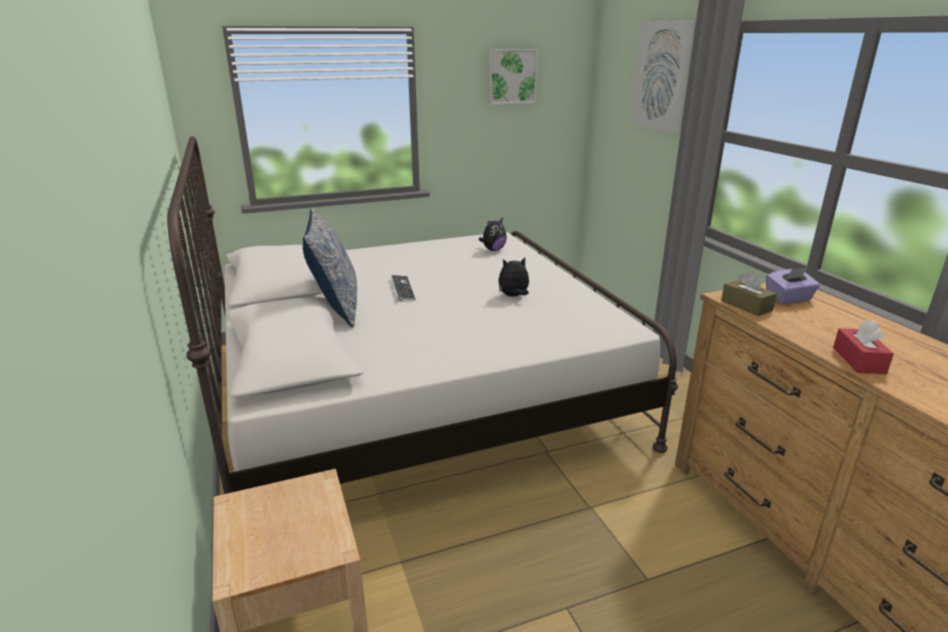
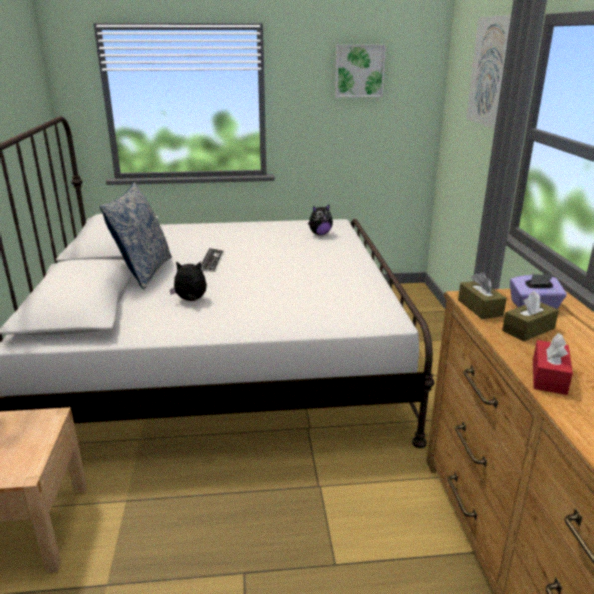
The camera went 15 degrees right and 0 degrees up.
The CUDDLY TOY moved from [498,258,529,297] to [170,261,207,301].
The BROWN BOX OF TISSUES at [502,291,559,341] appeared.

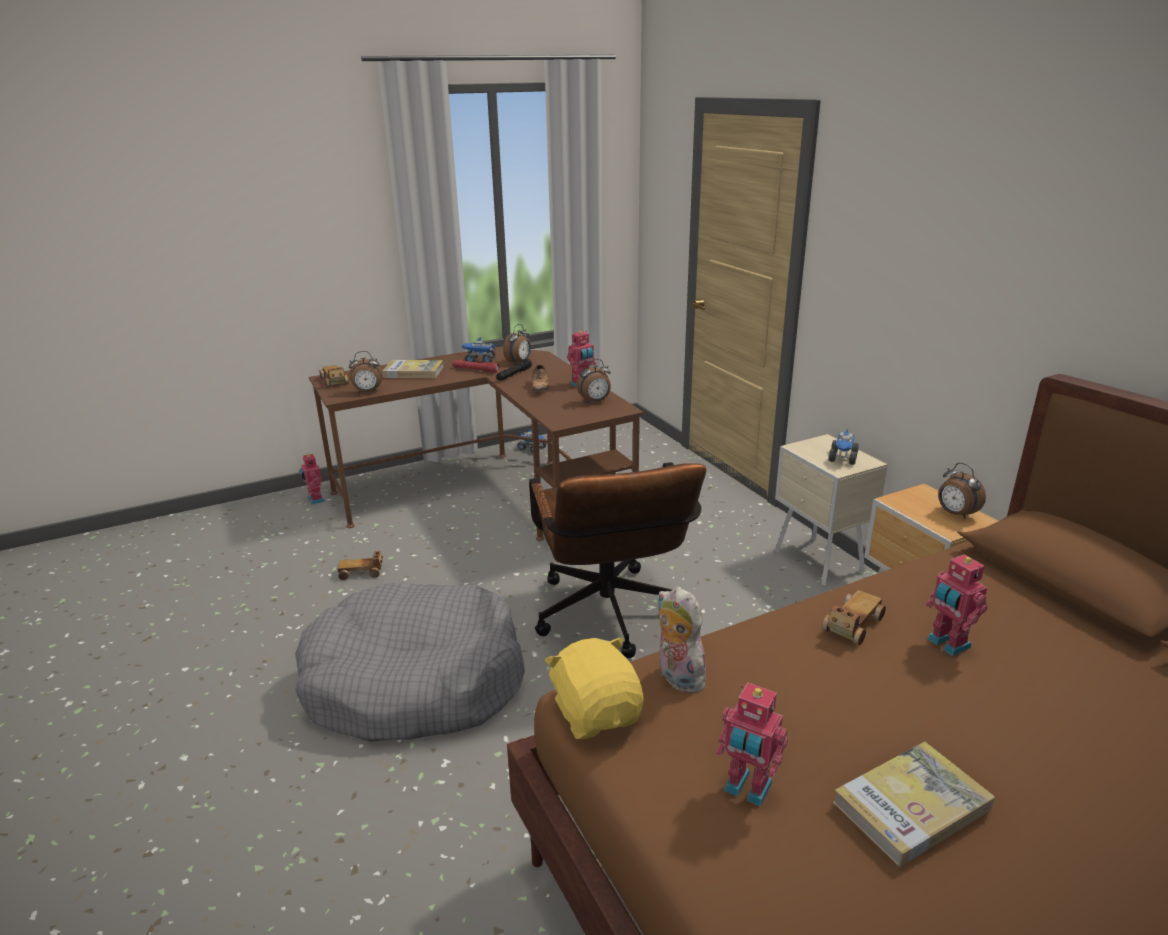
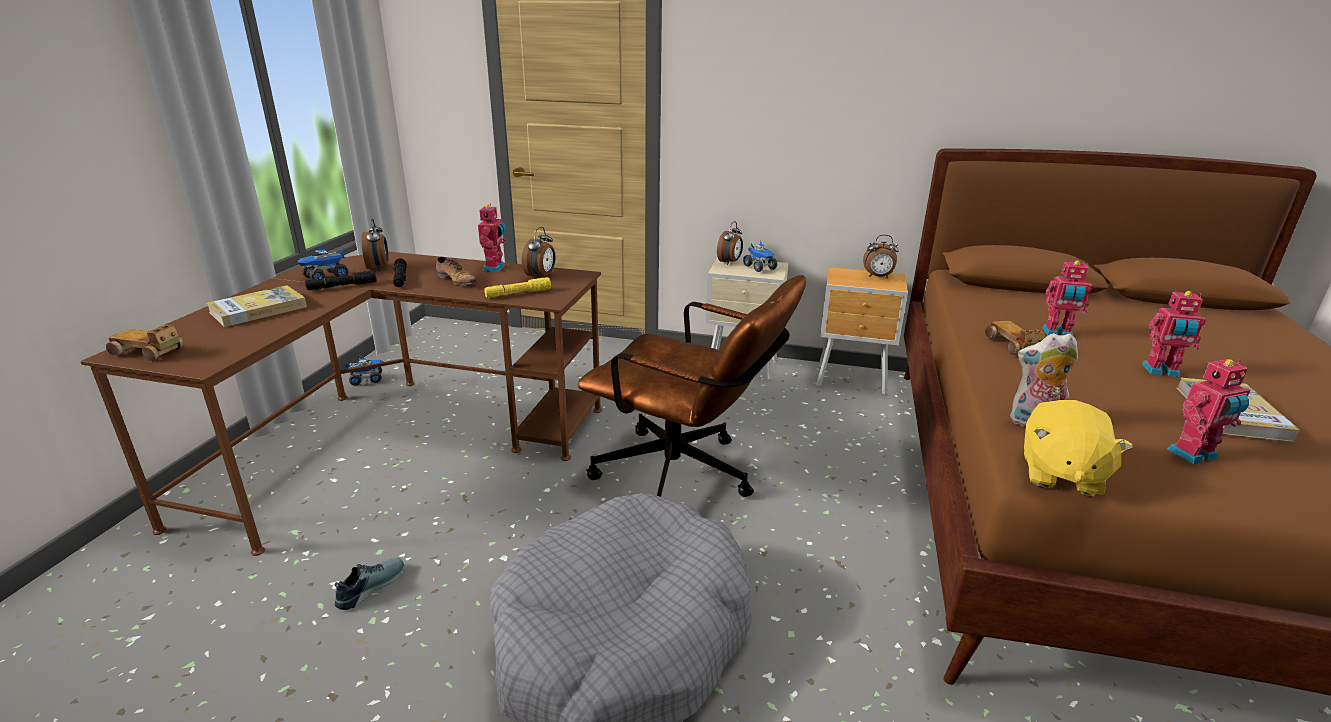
The camera went 50 degrees left and 0 degrees up.
The ALARM CLOCK moved from [349,351,383,393] to [717,221,743,265].
The RED-COLOURED HAND TORCH at [453,360,500,373] became the BLACKISH HAND TORCH at [305,270,377,290].
The ROBOT FIGURE moved from [299,453,325,505] to [1142,291,1206,377].
The MINIATURE CAR at [337,551,383,580] was replaced by the ITEM OF FOOTWEAR at [334,558,404,610].
The YELLOW CUDDLY TOY at [544,637,644,739] turned 90 degrees counterclockwise.
The YELLOW HAND TORCH at [484,277,551,297] appeared.

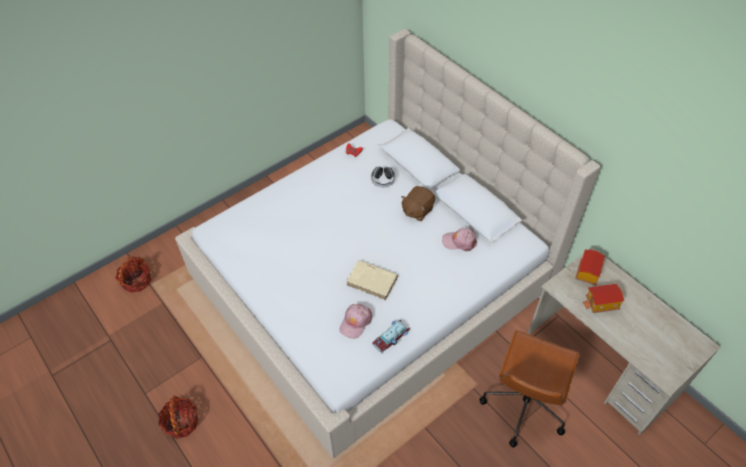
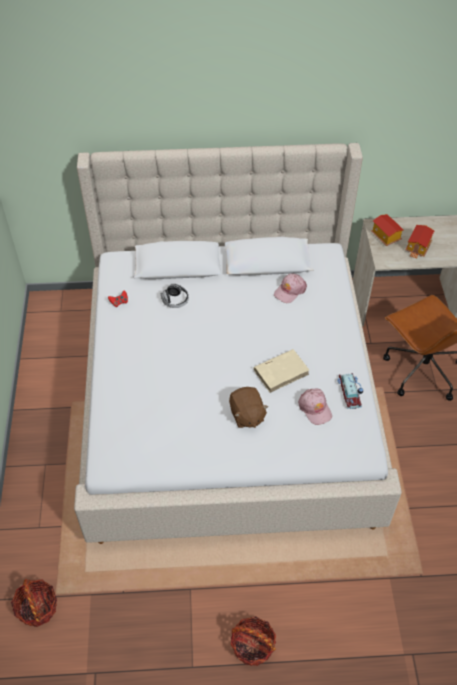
The camera went 55 degrees left and 0 degrees up.
The BROWN CUDDLY TOY moved from [401,186,435,221] to [229,387,268,428].

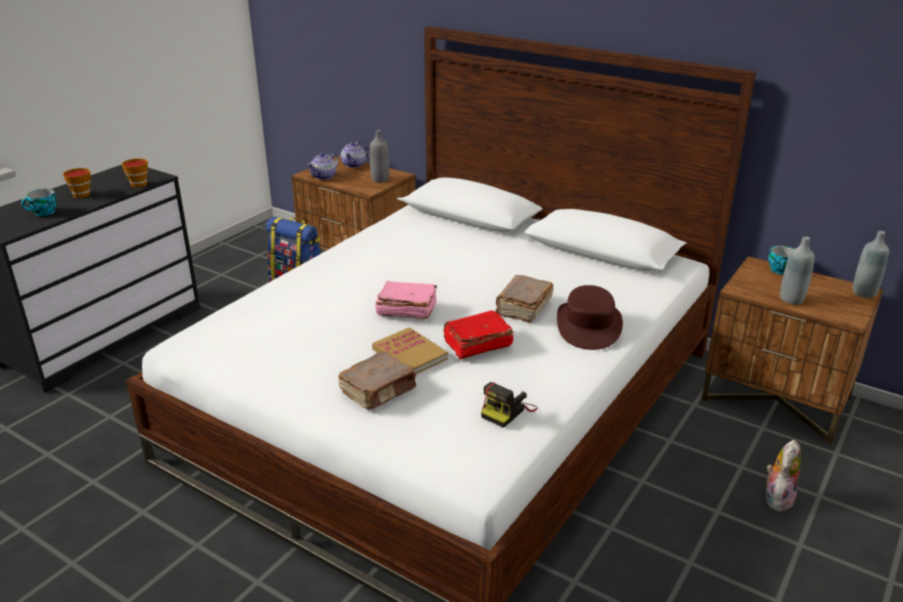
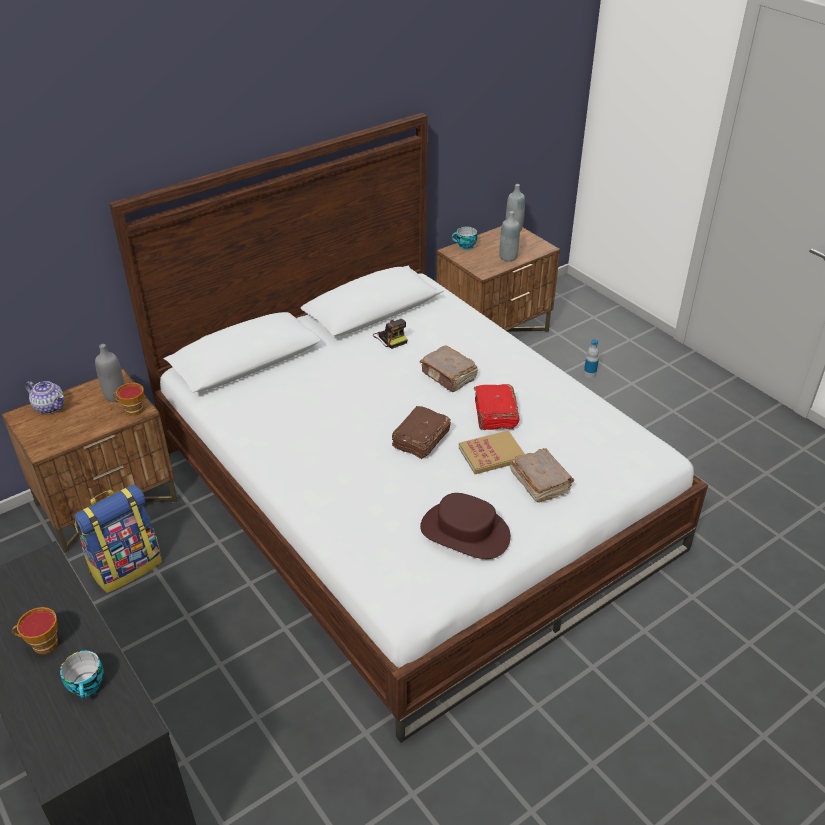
The camera went 70 degrees left and 10 degrees up.
The POT FOR TEA at [307,153,339,180] disappeared.
The DRINKING CUP moved from [122,158,148,188] to [113,383,144,416].
The PINK-COLOURED VOLUME at [375,281,437,319] became the BROWN VOLUME at [392,406,451,459].
The BROWN CLOTHING HAT moved from [557,285,623,350] to [420,493,511,559].
The STILL CAMERA moved from [481,382,537,428] to [373,319,407,349].
The CUDDLY TOY at [766,440,801,512] was replaced by the DRINK BOTTLE at [584,339,599,378].

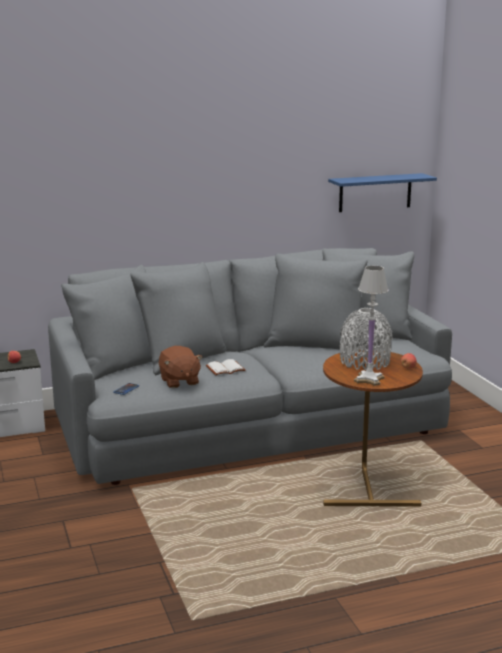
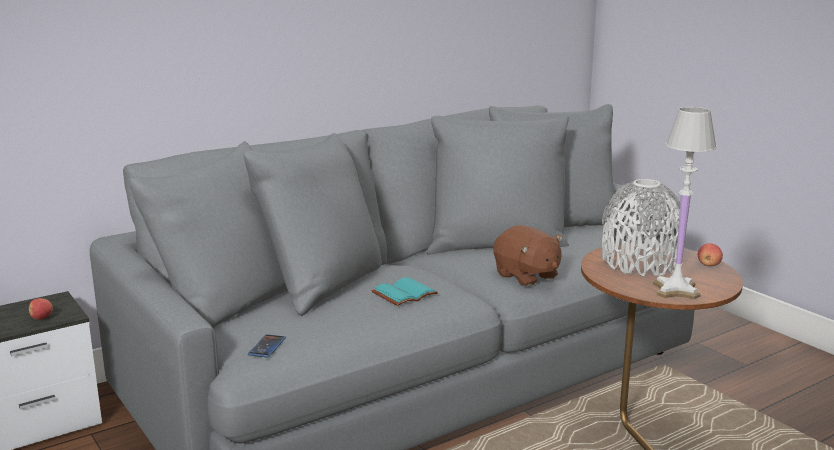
The camera went 15 degrees left and 0 degrees up.
The BLUE BRACKET SHELF at [328,173,437,212] disappeared.
The BROWN CUDDLY TOY moved from [159,346,202,388] to [493,225,563,286].
The WHITE-COLOURED VOLUME at [206,359,246,375] became the TURQUOISE-COLOURED VOLUME at [372,277,438,306].

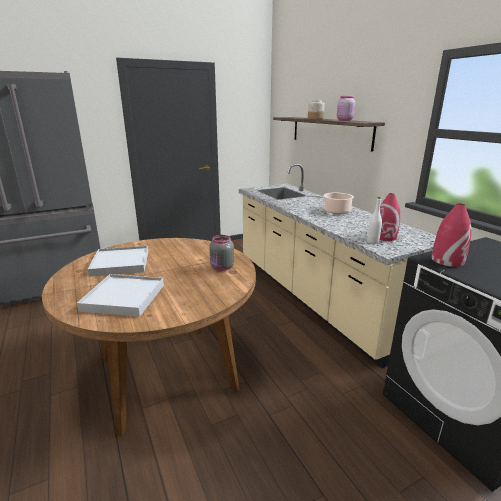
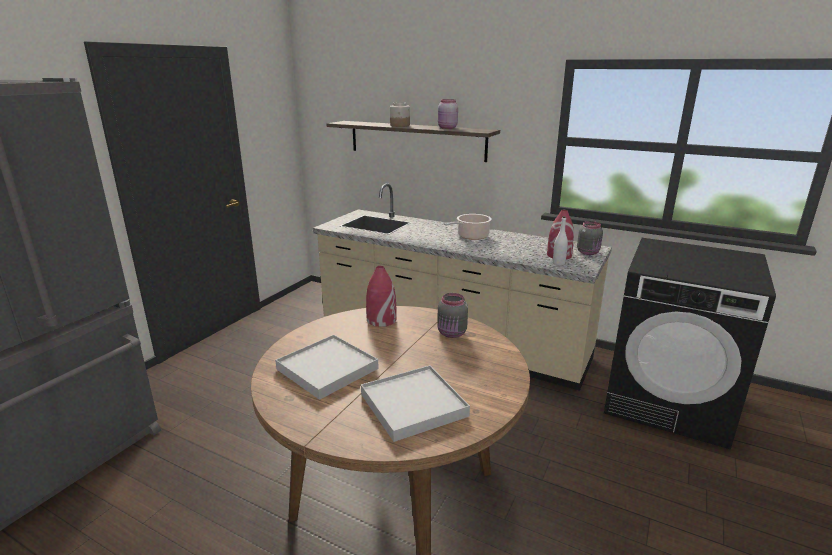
The camera went 35 degrees left and 0 degrees up.
The RED-COLOURED VASE moved from [431,203,472,267] to [366,266,397,327].
The GRAY PRESERVE JAR at [577,221,603,255] appeared.

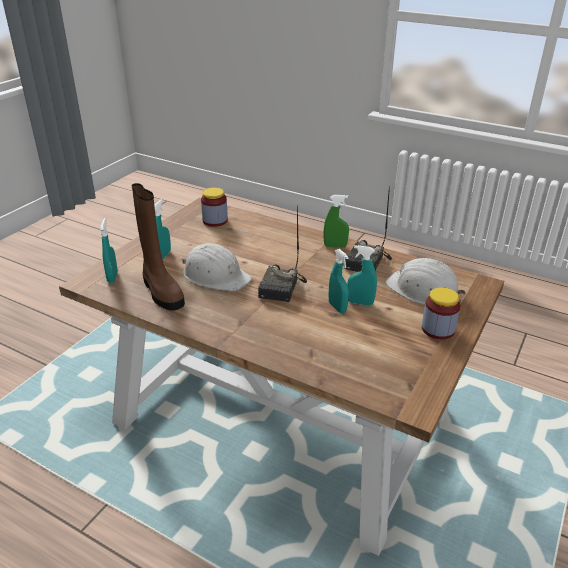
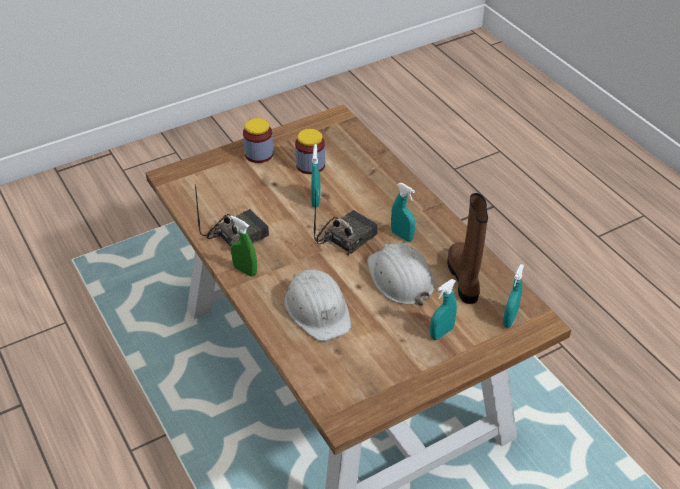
The camera went 150 degrees left and 10 degrees up.
The PRESERVE JAR moved from [201,187,228,227] to [295,129,325,174].
The TURQUOISE-COLOURED HAND SPRAYER moved from [347,245,377,306] to [391,183,415,241].
The WHITE-COLOURED SAFETY HELMET moved from [385,258,466,305] to [284,269,351,341].

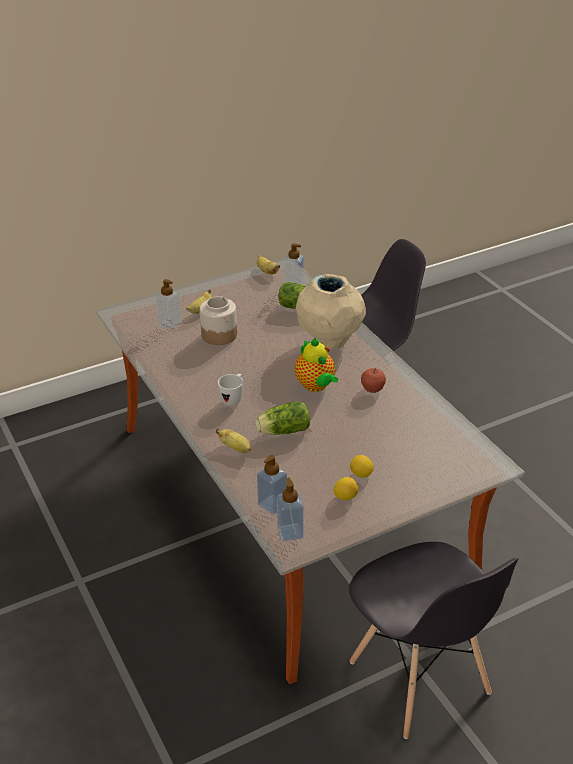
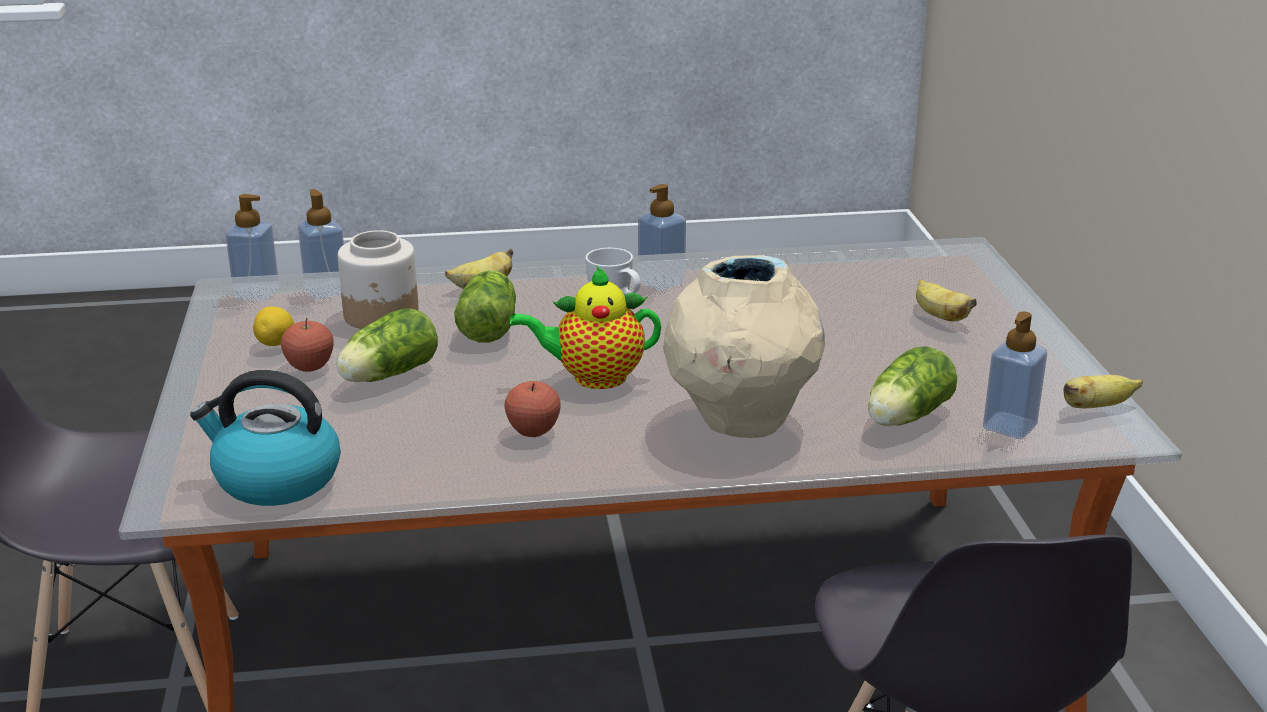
The camera went 110 degrees right and 10 degrees down.
The SOAP BOTTLE moved from [156,279,181,329] to [638,184,686,291].
The PRESERVE JAR moved from [200,296,237,345] to [338,230,419,329].
The WHOLE LEMON at [350,455,374,478] was replaced by the APPLE at [281,318,334,372].
The HEAD OF LETTUCE at [336,308,438,382] appeared.
The KETTLE at [190,370,340,506] appeared.

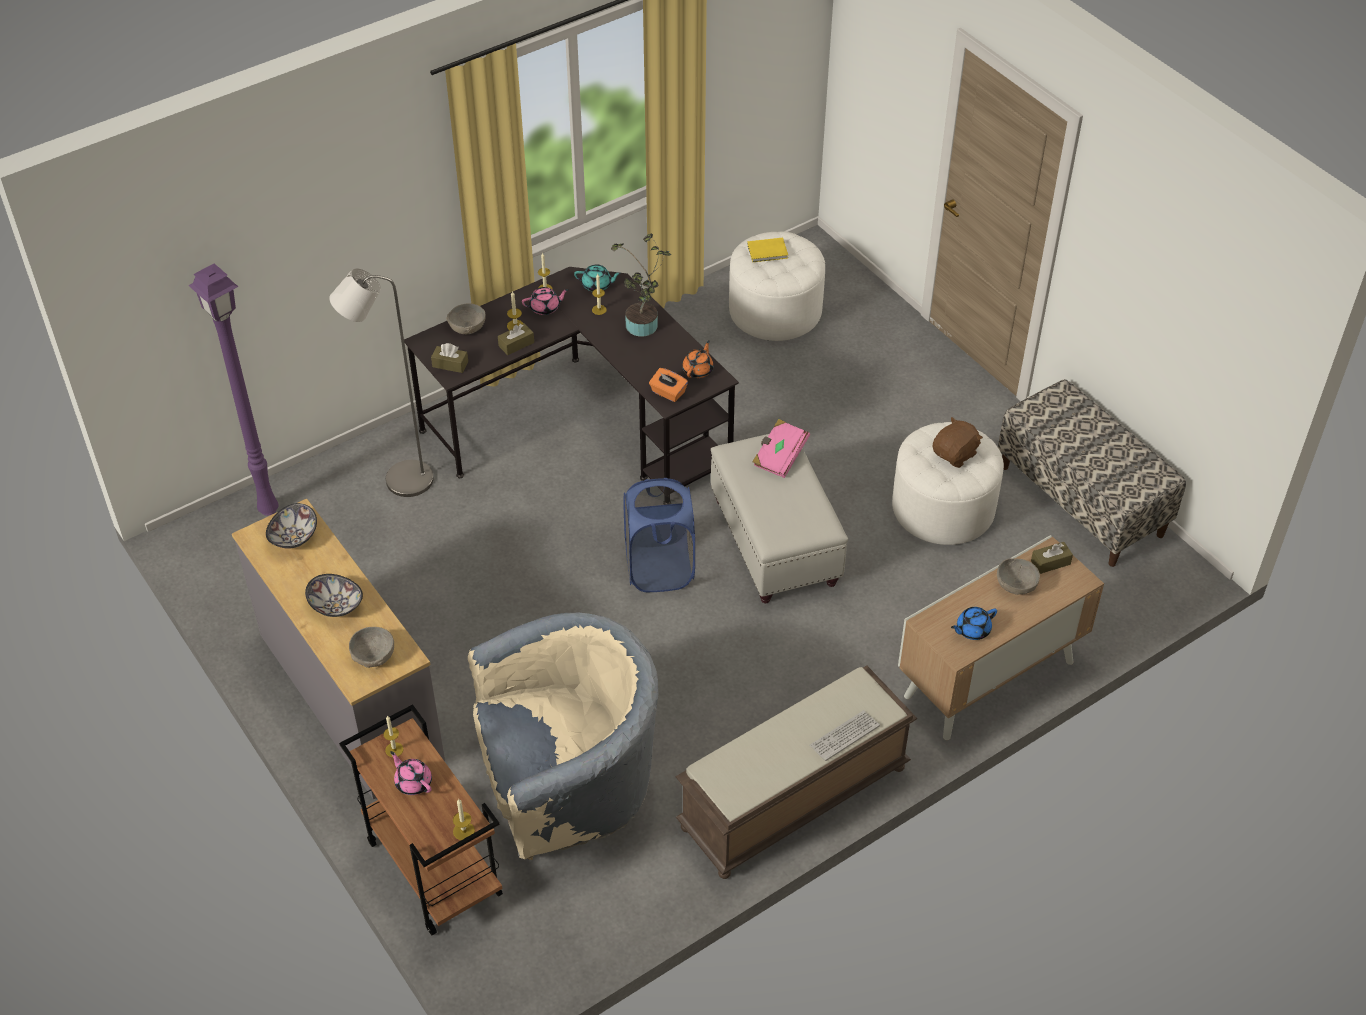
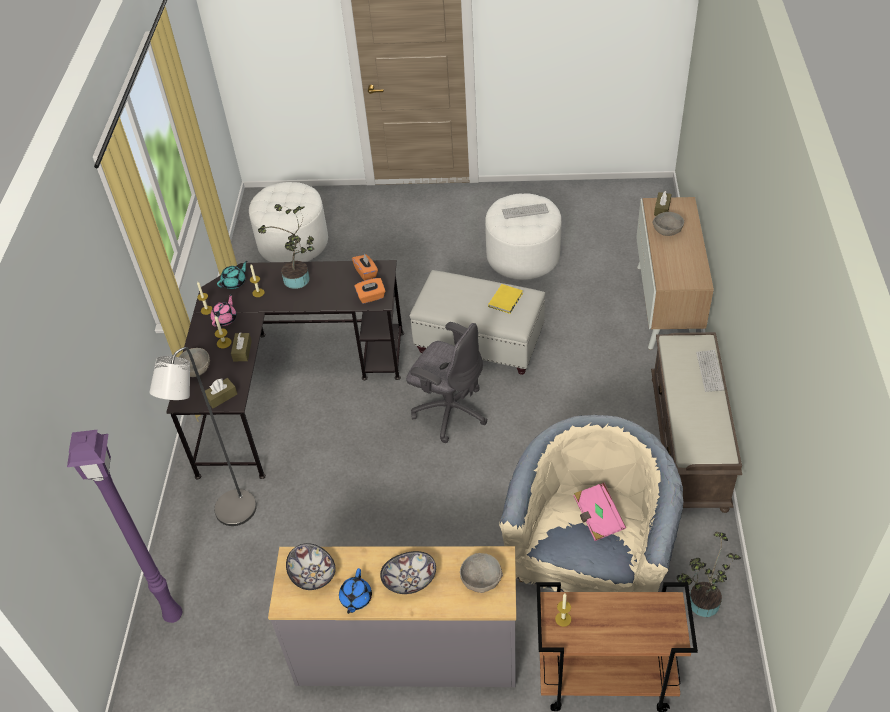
The camera went 50 degrees left and 0 degrees up.
The YELLOW VOLUME moved from [747,237,788,262] to [488,284,523,314].
The ORANGE POT FOR TEA at [682,340,713,378] was replaced by the ORANGE BOX OF TISSUES at [352,253,378,281].
The LONG SEAT at [998,379,1186,567] disappeared.
The BROWN CUDDLY TOY at [933,417,983,468] was replaced by the PC KEYBOARD at [502,203,549,219].
The PINK-COLOURED VOLUME moved from [752,419,810,478] to [574,482,626,541].
The BLUE HAMPER at [623,478,695,592] was replaced by the GRAY OFFICE CHAIR at [406,322,488,443].
The BLUE POT FOR TEA moved from [951,607,997,640] to [339,568,372,614].
The PINK-COLOURED POT FOR TEA at [390,751,432,795] disappeared.
The WAX LIGHT at [453,799,475,840] disappeared.
The HOUSEPLANT at [677,532,741,617] appeared.

